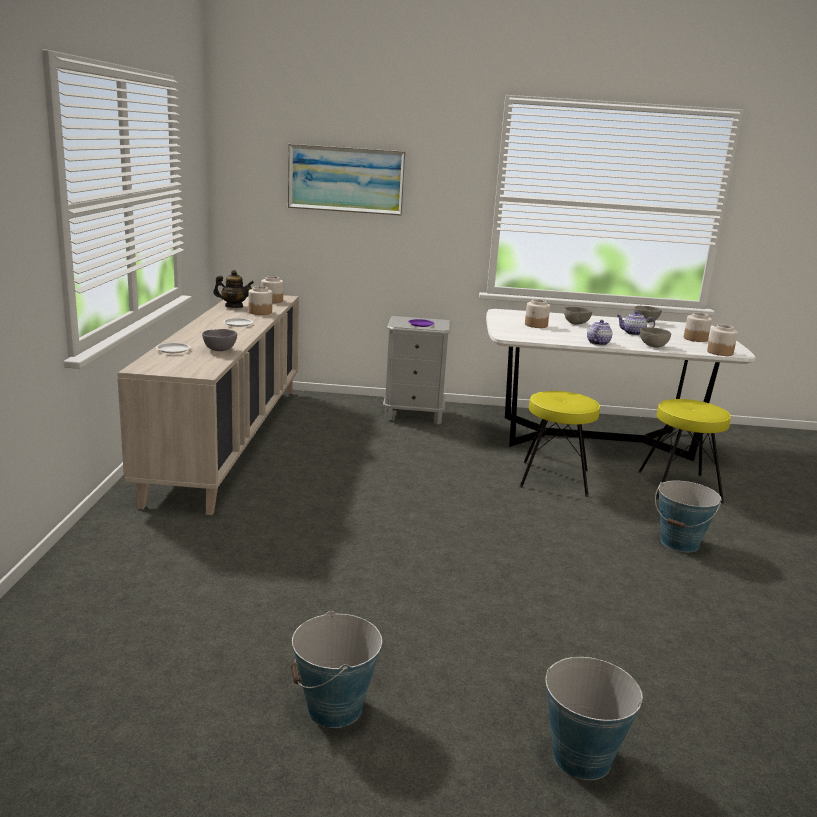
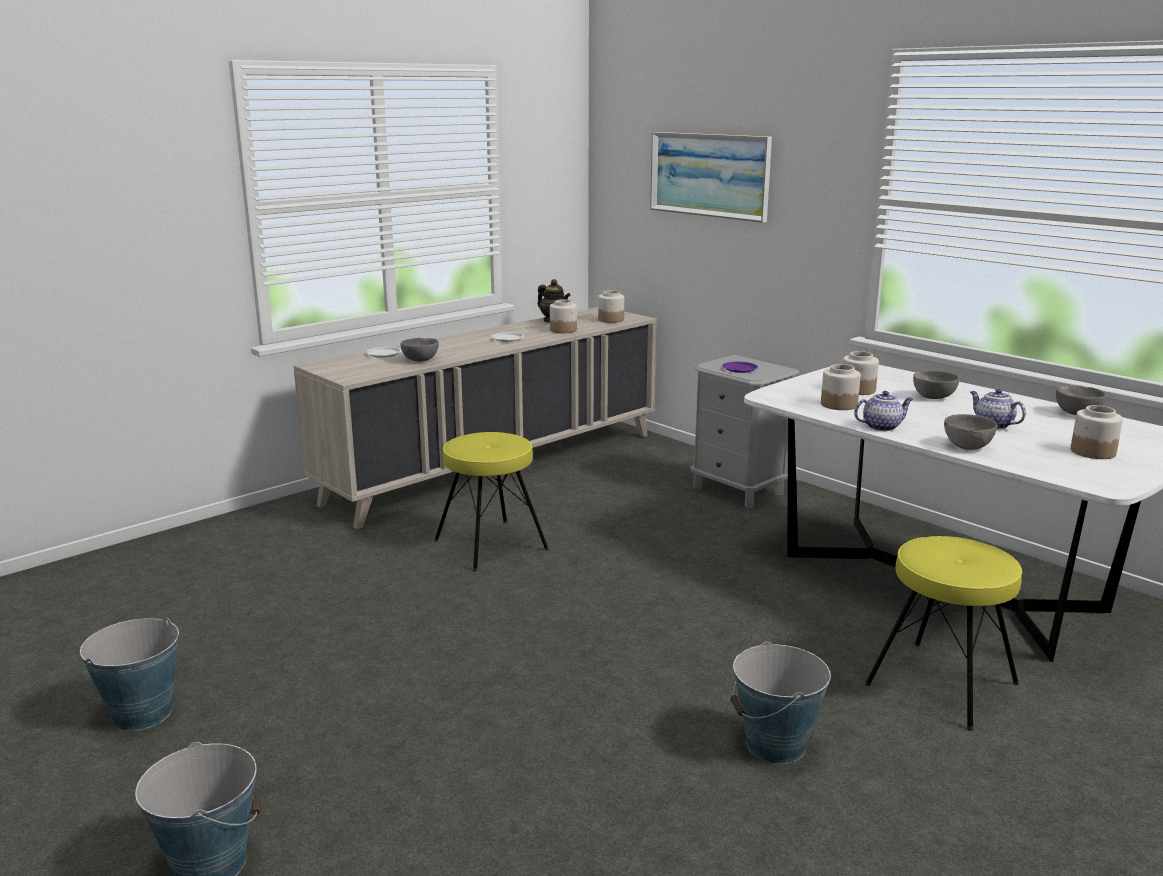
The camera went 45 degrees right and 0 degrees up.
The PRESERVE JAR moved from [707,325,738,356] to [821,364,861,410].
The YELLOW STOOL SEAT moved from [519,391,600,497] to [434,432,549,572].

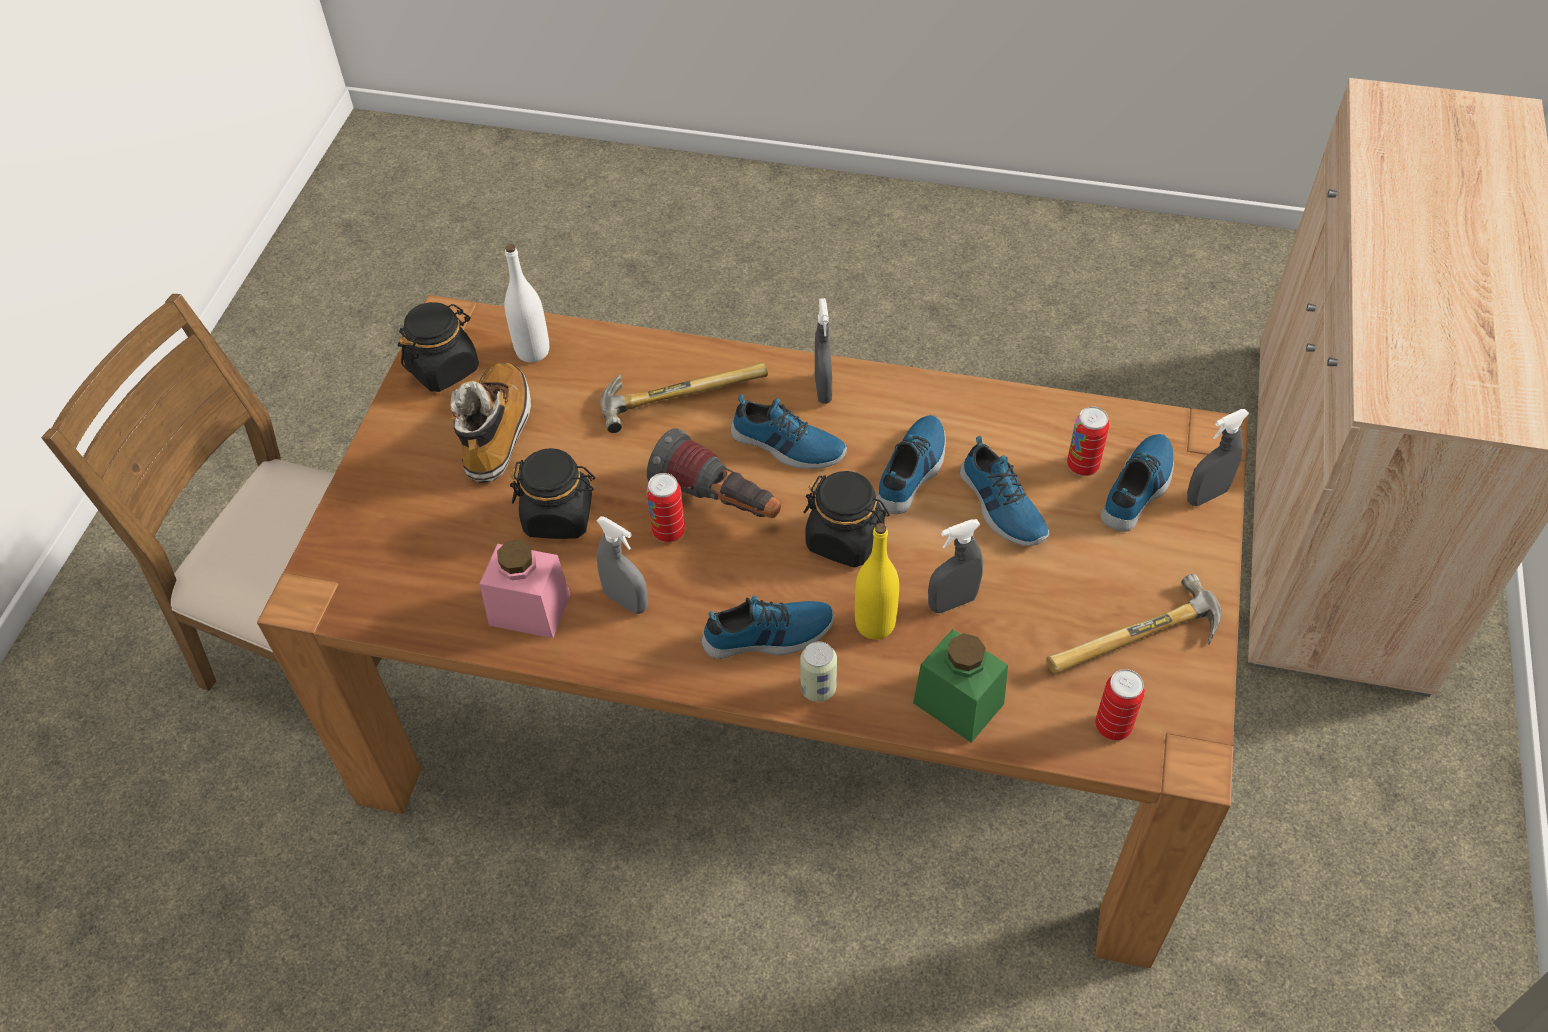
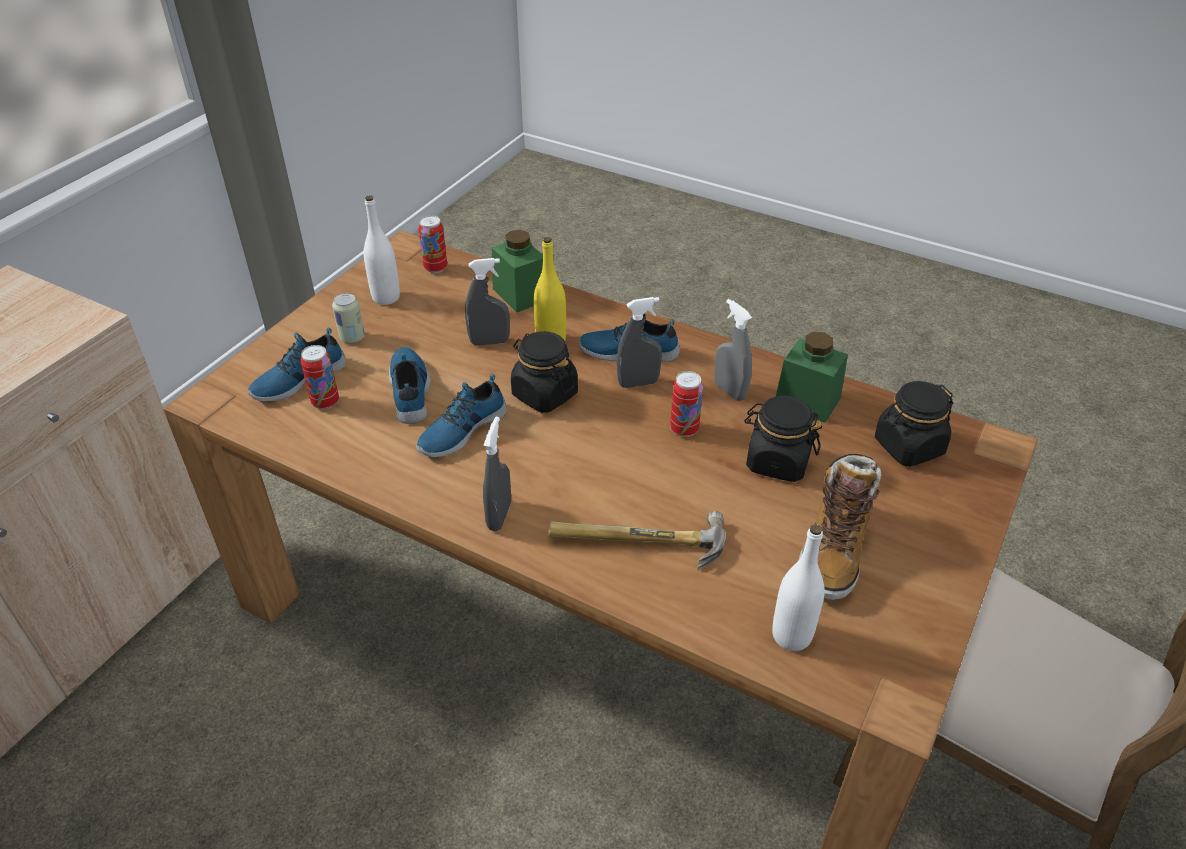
The camera went 165 degrees left and 10 degrees down.
The BLACKISH PRESERVE JAR moved from [398,302,479,392] to [875,381,953,467].
The ITEM OF FOOTWEAR at [731,394,847,469] disappeared.
The GRAY HAND SPRAYER moved from [1187,409,1250,506] to [617,297,662,388].
The HAND TORCH at [647,429,781,518] disappeared.
The PINK-COLOURED PRESERVE JAR at [480,540,570,638] became the GREEN PRESERVE JAR at [776,332,848,423].
The HAMMER at [1046,574,1221,674] was replaced by the WHITE-COLOURED DRINK BOTTLE at [364,195,400,305].
The CAN moved from [800,641,837,702] to [332,293,365,343].

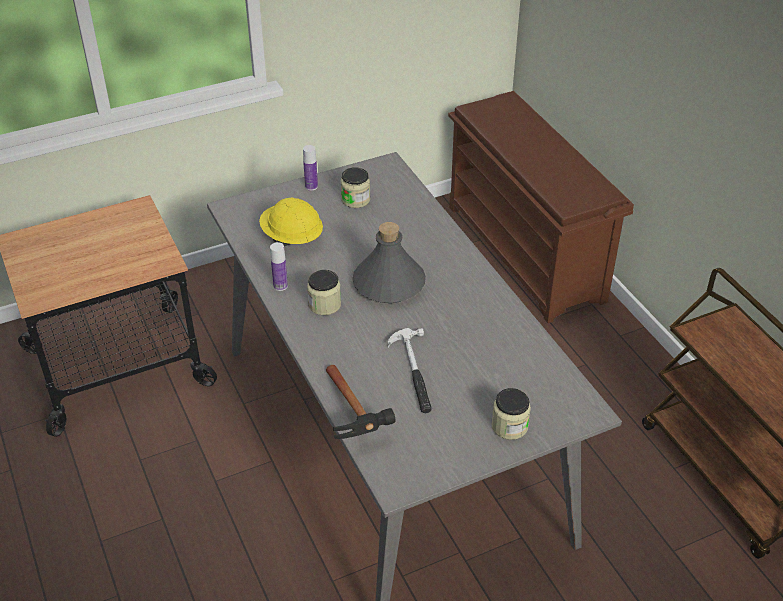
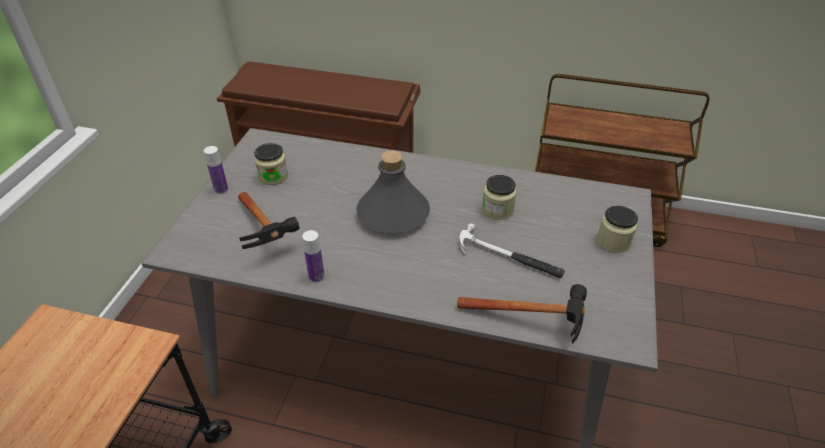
The camera went 50 degrees left and 0 degrees up.
The YELLOW SAFETY HELMET at [259,198,323,246] was replaced by the HAMMER at [238,192,299,249].
The PRESERVE JAR moved from [307,270,341,315] to [482,175,517,220].

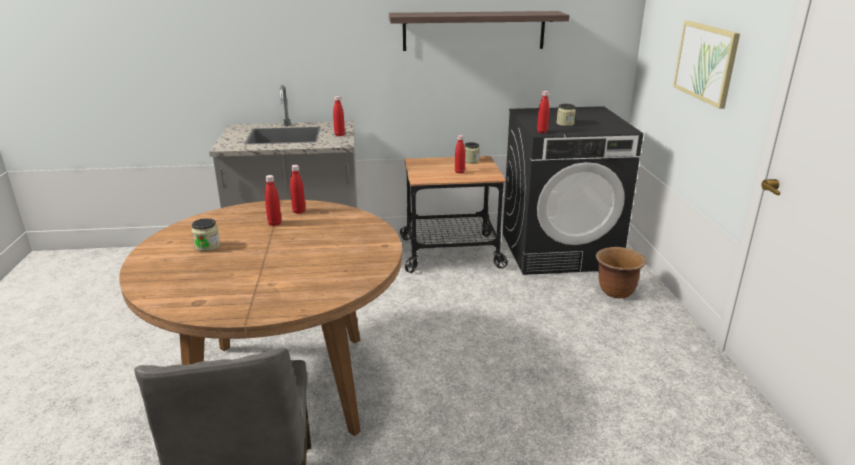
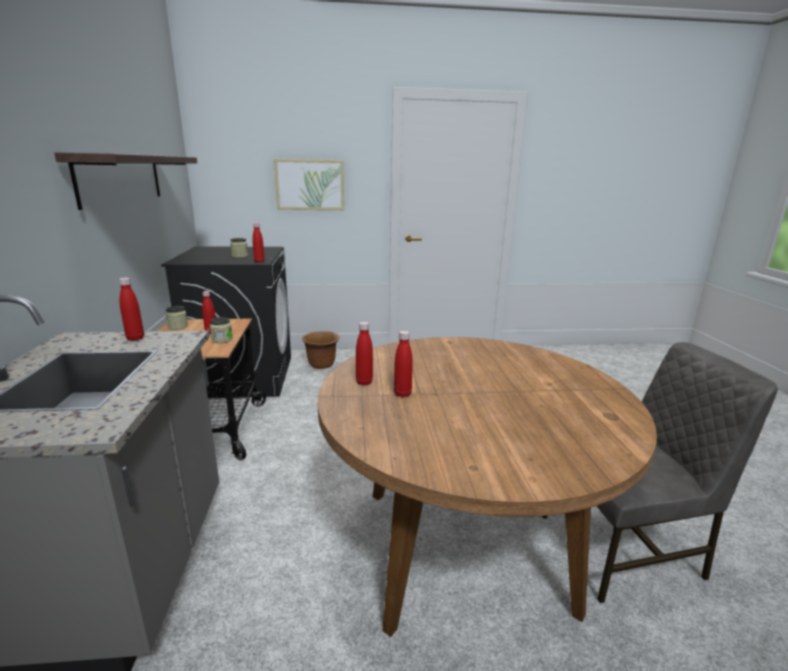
The camera went 90 degrees left and 5 degrees down.
The PRESERVE JAR moved from [192,218,220,252] to [210,317,233,343].

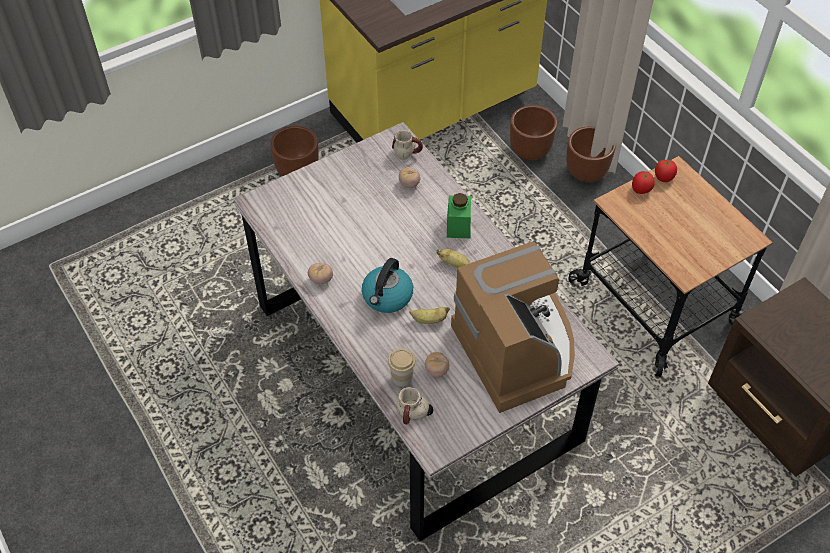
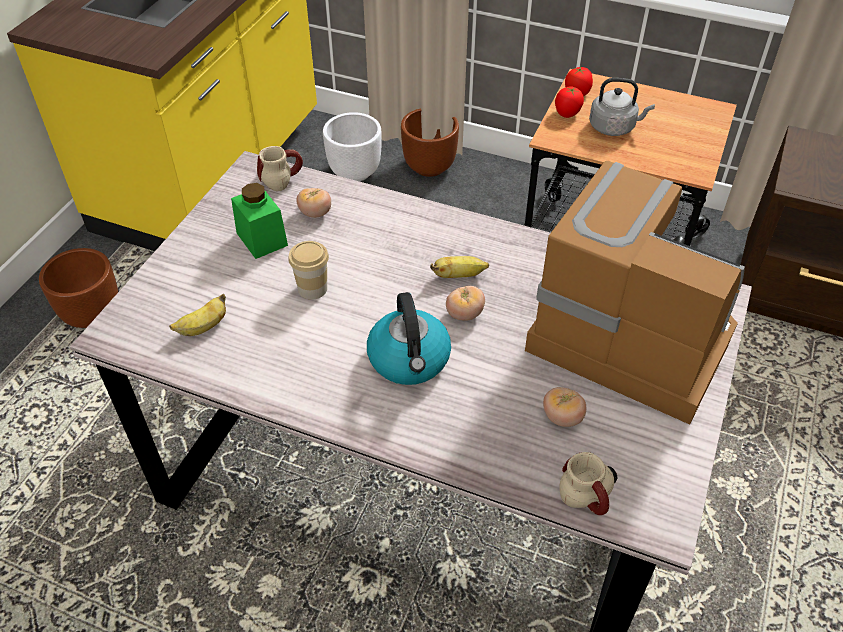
The camera went 35 degrees left and 5 degrees down.
The BROWN PLANT POT at [510,105,557,160] became the WHITE-COLOURED PLANT POT at [323,112,382,181].
The GREEN PRESERVE JAR moved from [447,193,471,238] to [231,183,288,259].
The FRESH TOMATO moved from [308,263,333,285] to [446,286,485,321].
The BANANA FRUIT moved from [409,307,450,324] to [169,294,226,336].
The DRINKING CUP moved from [388,348,416,387] to [288,241,329,300].
The GRAY KETTLE at [589,78,655,136] appeared.

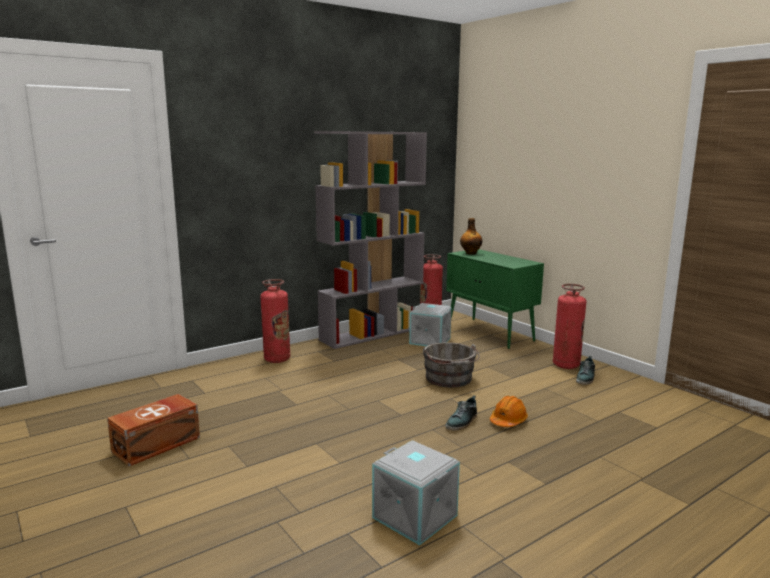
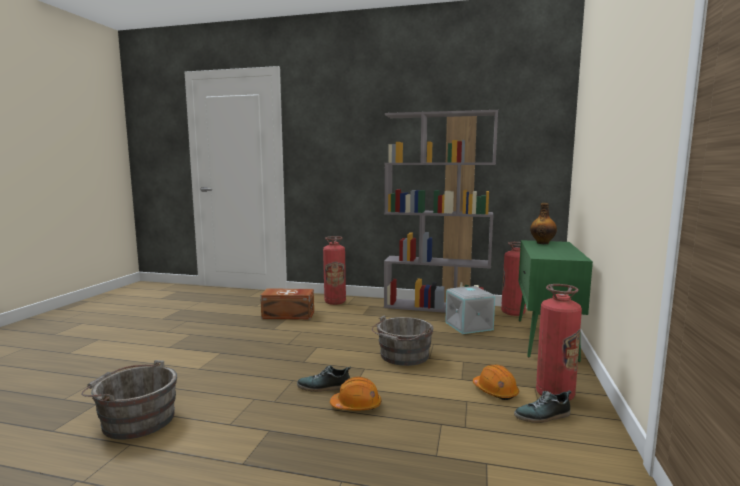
The camera went 50 degrees right and 5 degrees down.
The BROWN STORAGE BOX moved from [107,394,200,466] to [260,288,314,319].
The GRAY STORAGE BOX at [372,440,460,545] was replaced by the GRAY WATER BUCKET at [81,360,178,440].
The ORANGE SAFETY HELMET at [473,365,519,400] appeared.

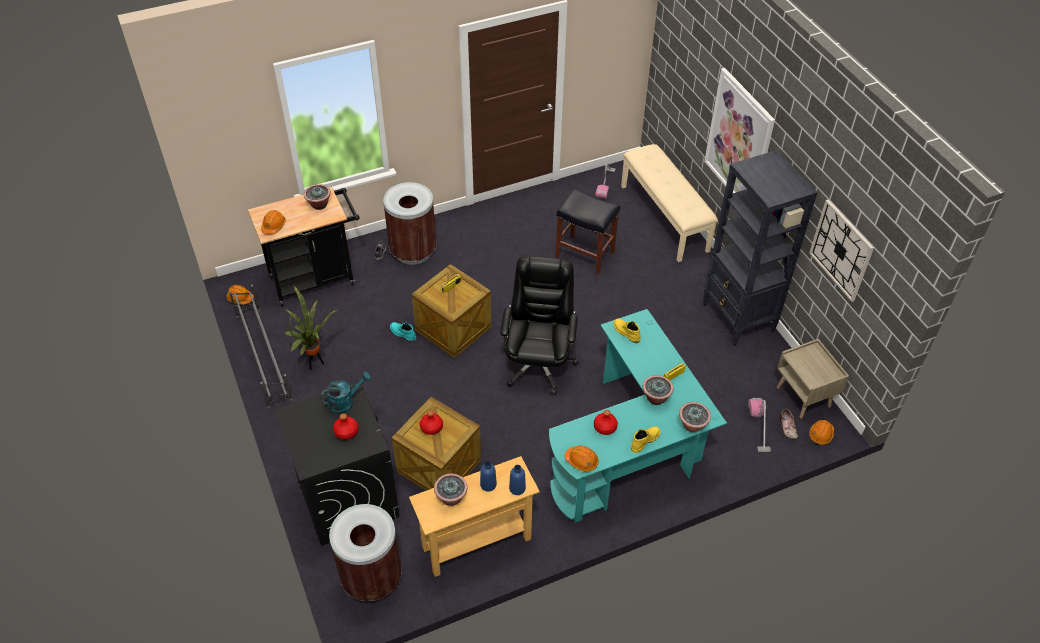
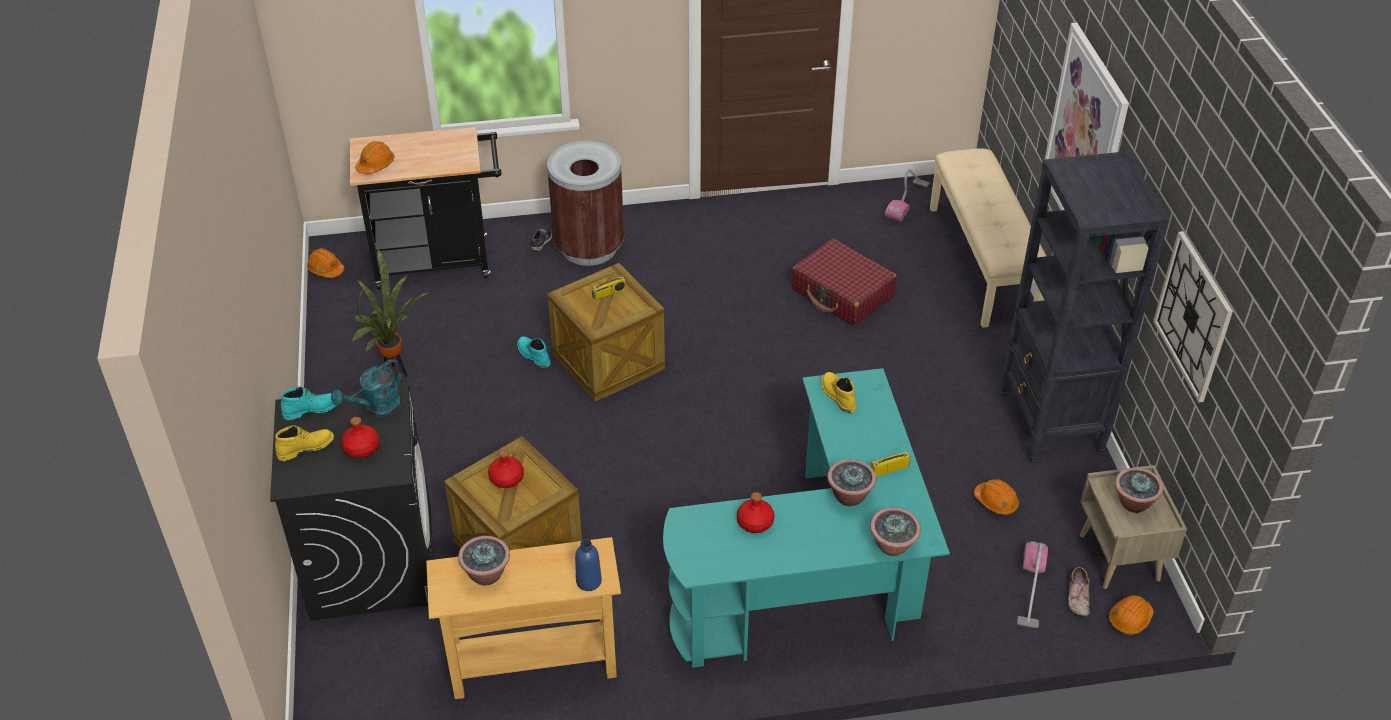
The camera went 15 degrees right and 5 degrees down.
The HOUSEPLANT moved from [304,184,331,210] to [1115,468,1163,513].
The BLACKISH STOOL SEAT at [555,189,620,274] was replaced by the RED-COLOURED PIECE OF LUGGAGE at [792,239,896,326].
The BLACKISH OFFICE CHAIR at [500,256,579,395] disappeared.
The GRAY SHOE STAND at [229,285,293,408] disappeared.
The TURQUOISE-COLOURED SPRINKLING CAN at [320,372,371,414] turned 150 degrees clockwise.
The YELLOW TALL BOOT moved from [631,426,661,453] to [275,425,334,461].
The ORANGE SAFETY HELMET moved from [565,445,599,472] to [974,479,1019,515].
The BLUE DRINK BOTTLE at [480,461,497,492] disappeared.
The BROWN RUBBISH BIN at [329,504,402,601] disappeared.
The TURQUOISE-COLOURED TALL BOOT at [281,386,337,420] appeared.

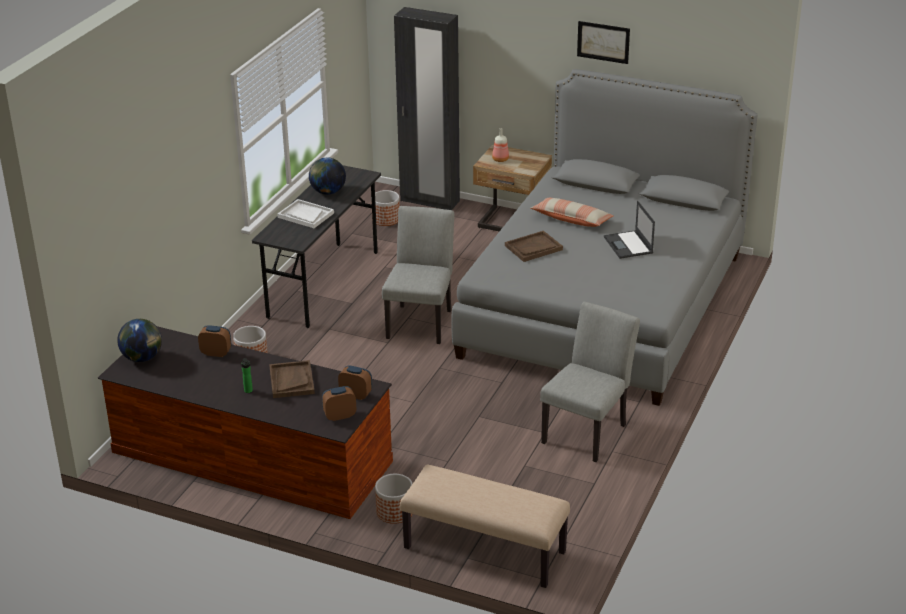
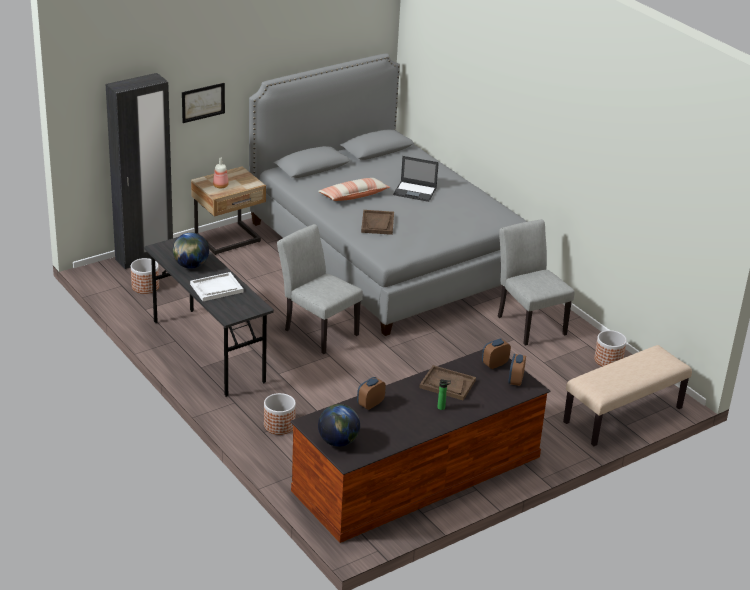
The camera went 60 degrees left and 0 degrees up.
The WALL PICTURE moved from [577,21,630,64] to [182,83,225,123].
The PLANT POT moved from [375,474,413,524] to [594,330,627,366].

